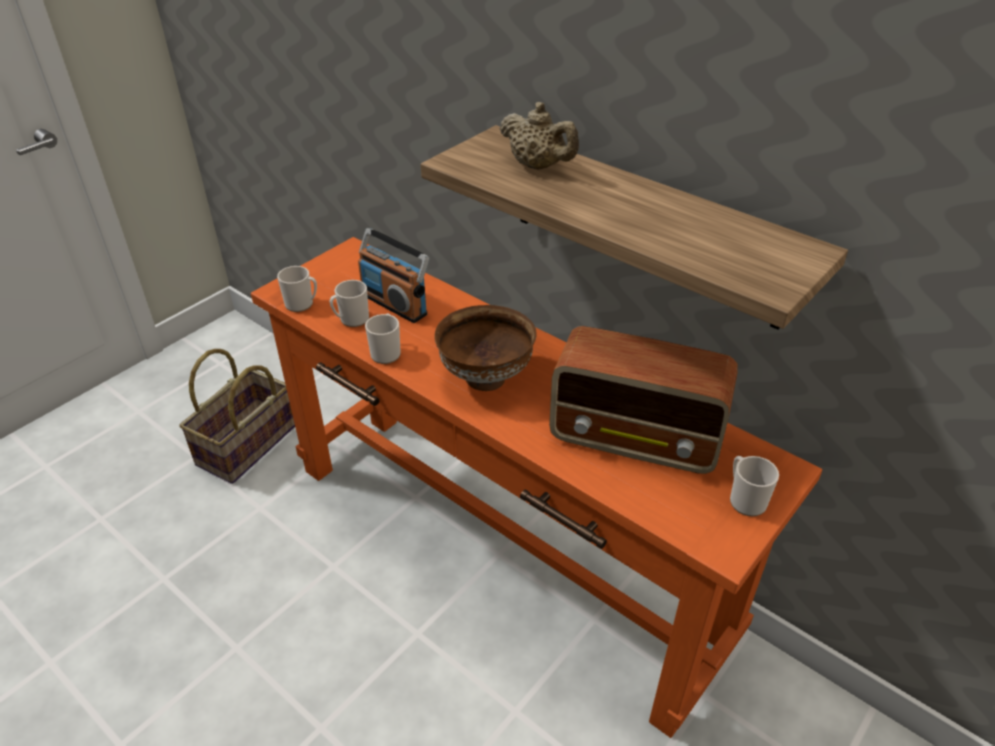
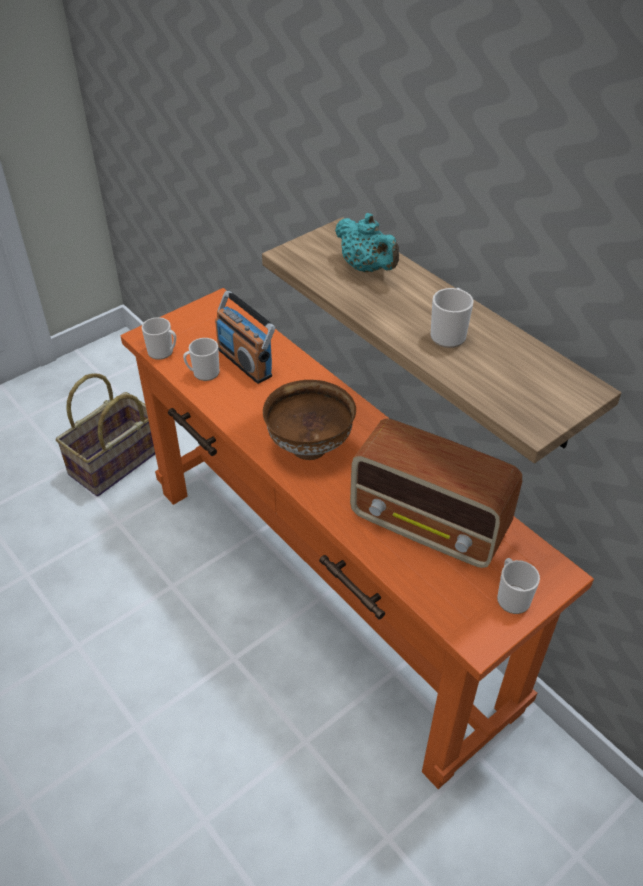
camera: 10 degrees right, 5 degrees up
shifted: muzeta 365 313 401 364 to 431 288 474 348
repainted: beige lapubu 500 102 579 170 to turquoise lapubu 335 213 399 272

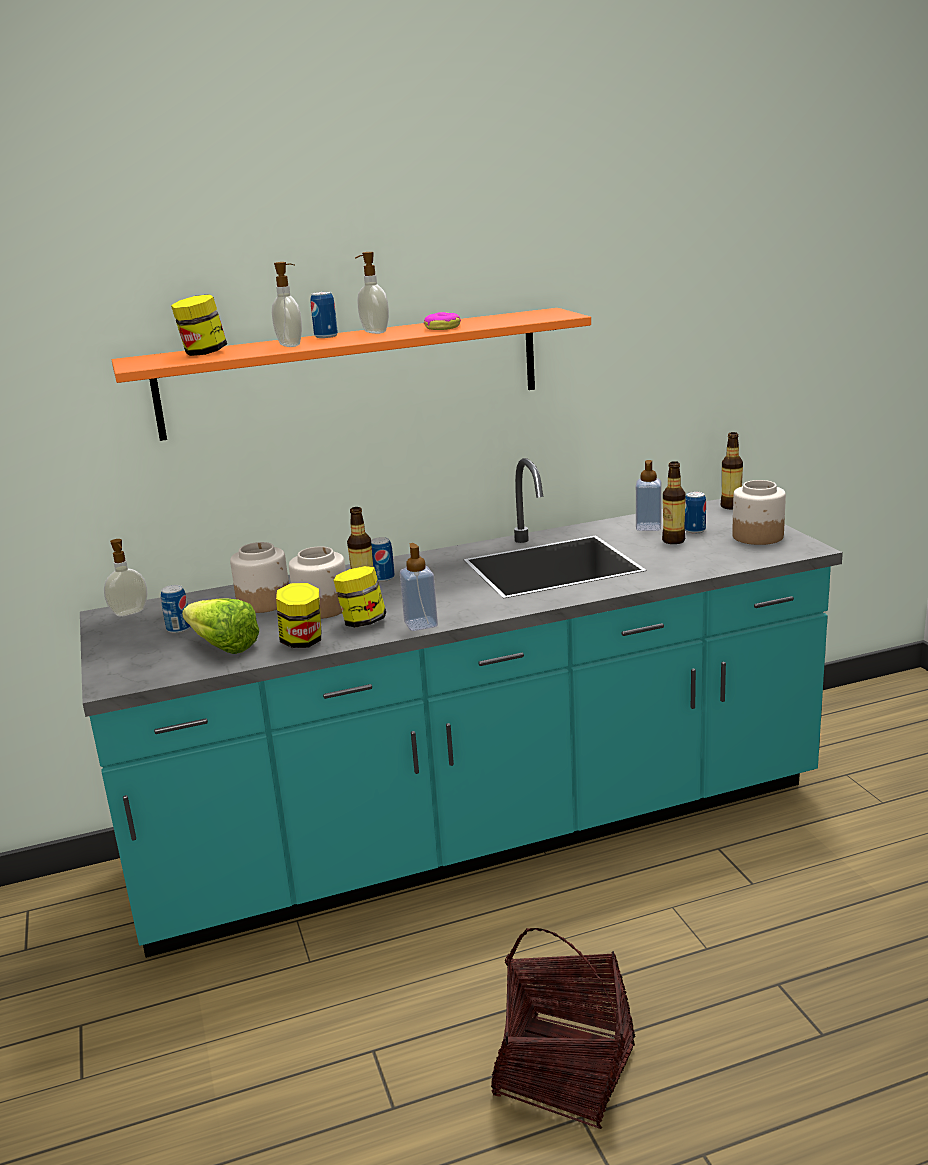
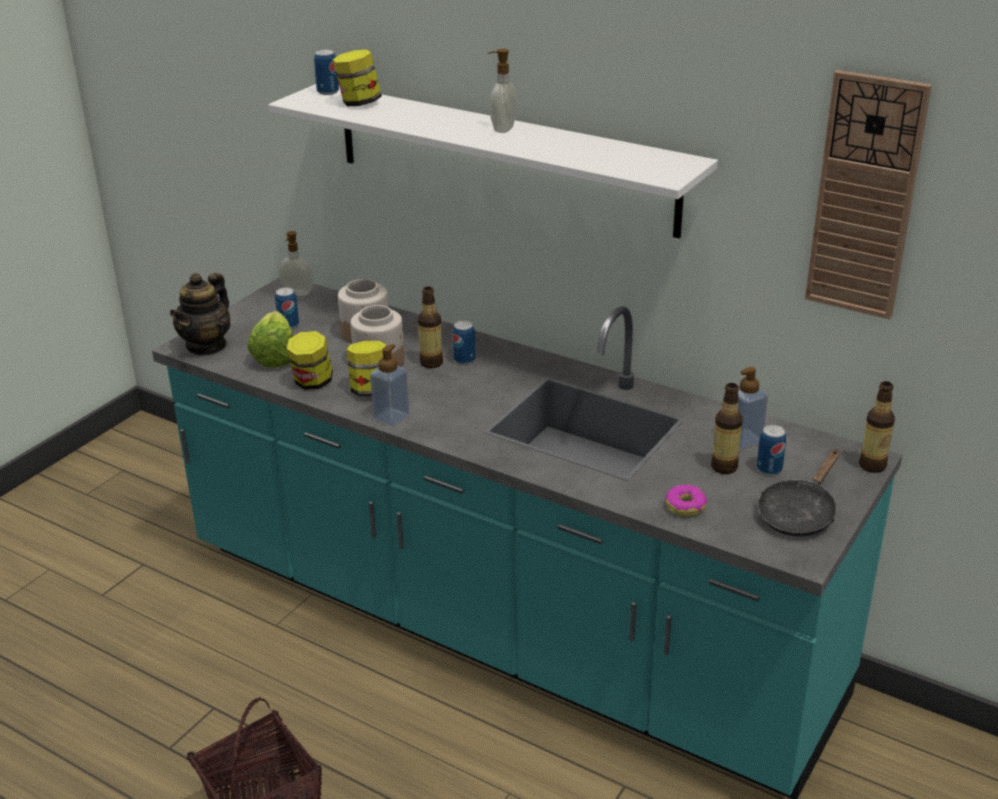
camera: 50 degrees right, 10 degrees up
gone: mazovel 272 262 302 347
new: lapubu 170 273 230 356; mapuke 805 70 932 320
shifted: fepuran 311 292 338 338 to 314 50 339 95; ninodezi 424 312 461 330 to 665 485 707 516
swapped: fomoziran 732 480 786 545 to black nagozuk 757 449 840 537
repainted: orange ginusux 112 308 591 441 to white ginusux 268 84 718 239

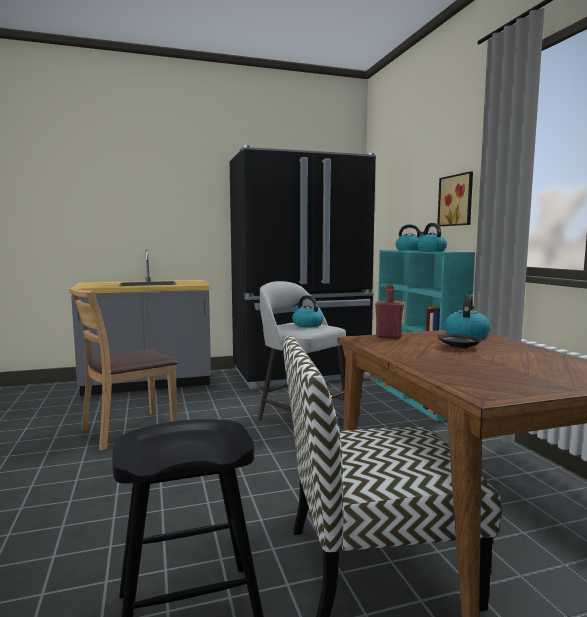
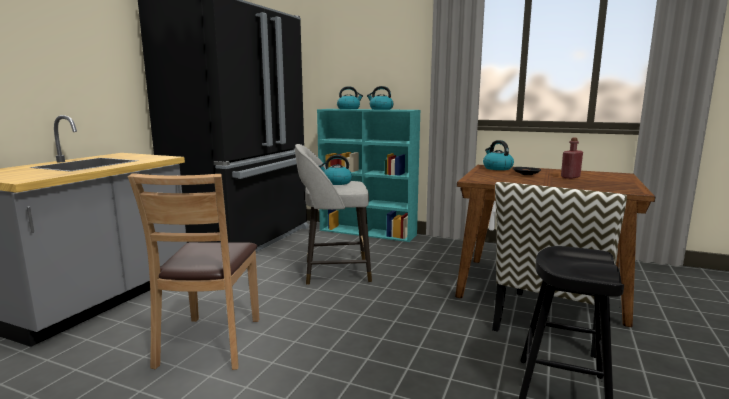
camera: 50 degrees left, 5 degrees up
gone: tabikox 437 171 473 226
shifted: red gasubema 375 284 404 338 to 561 138 583 179

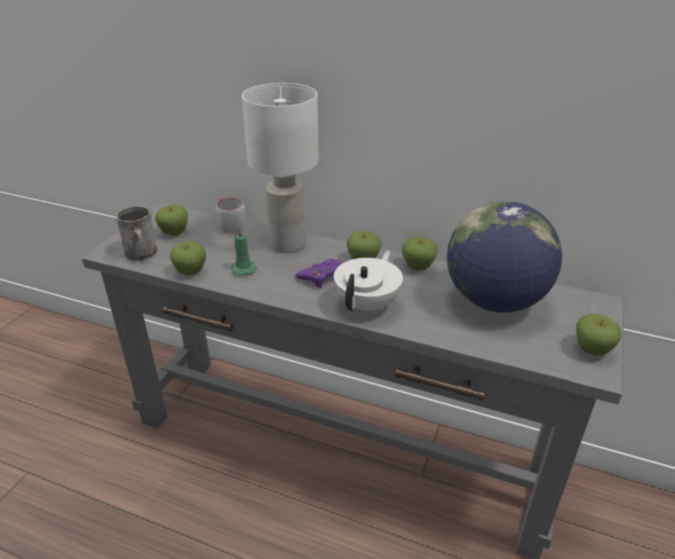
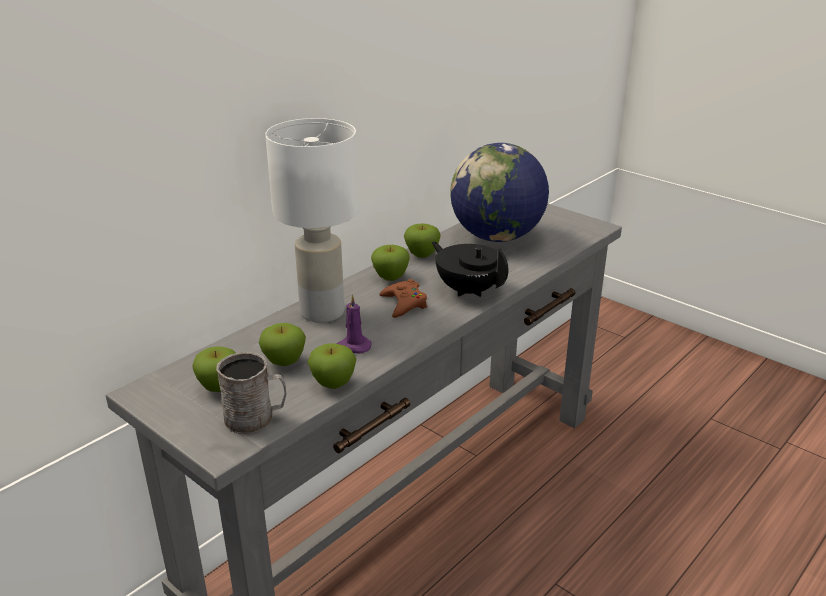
camera: 70 degrees left, 5 degrees down
gone: grey muzeta 216 198 245 233
shifted: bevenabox 576 314 621 356 to 259 323 306 366
repainted: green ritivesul 231 227 257 276 to purple ritivesul 336 294 372 354; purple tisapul 295 259 342 288 to brown tisapul 379 279 427 318; white lapubu 334 251 403 314 to black lapubu 431 242 508 297

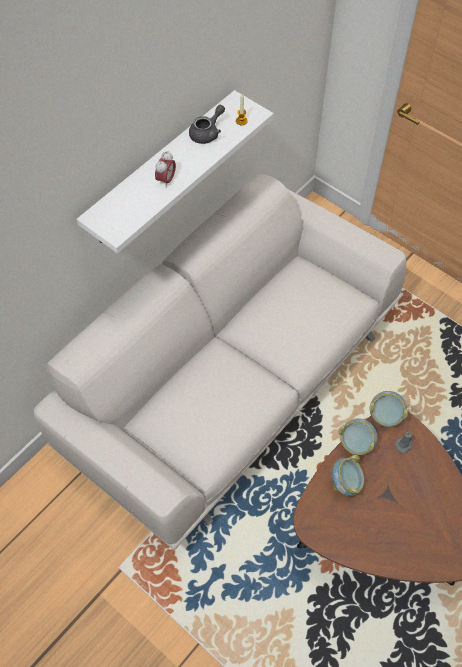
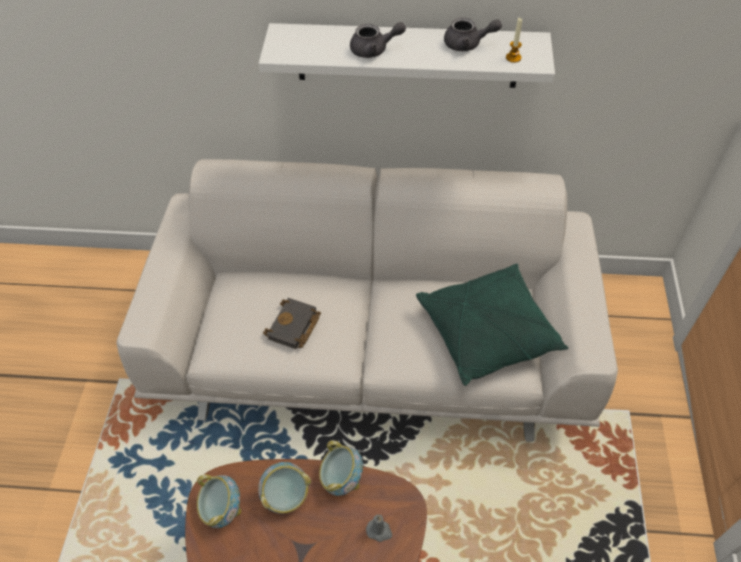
camera: 55 degrees right, 5 degrees down
new: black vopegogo 263 298 321 349; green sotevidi 416 264 568 386
shifted: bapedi 369 391 408 427 to 197 474 241 528
swapped: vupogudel 155 152 176 188 to grey lapubu 350 22 406 58

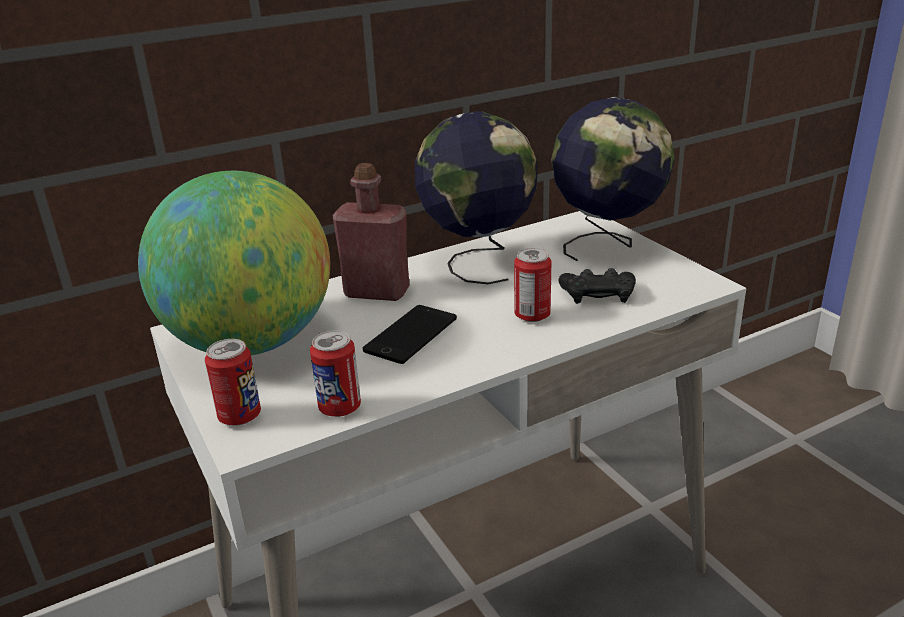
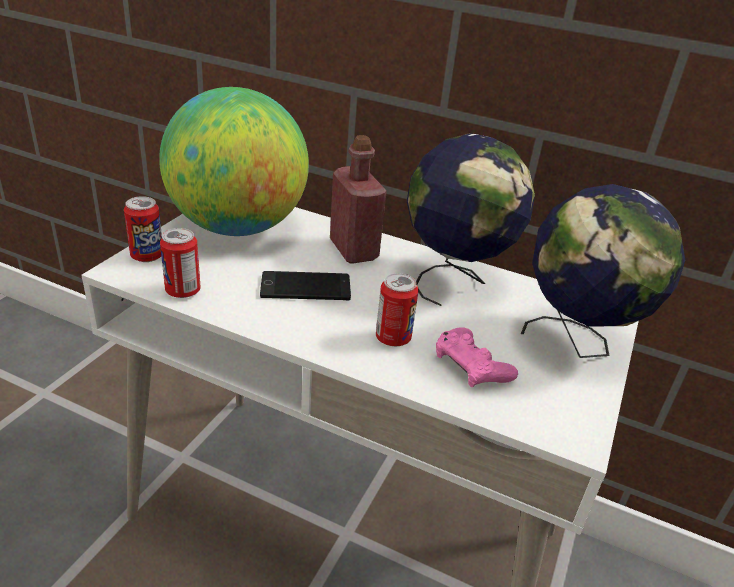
camera: 50 degrees right, 5 degrees up
repainted: black tisapul 559 268 636 304 to pink tisapul 436 327 518 387

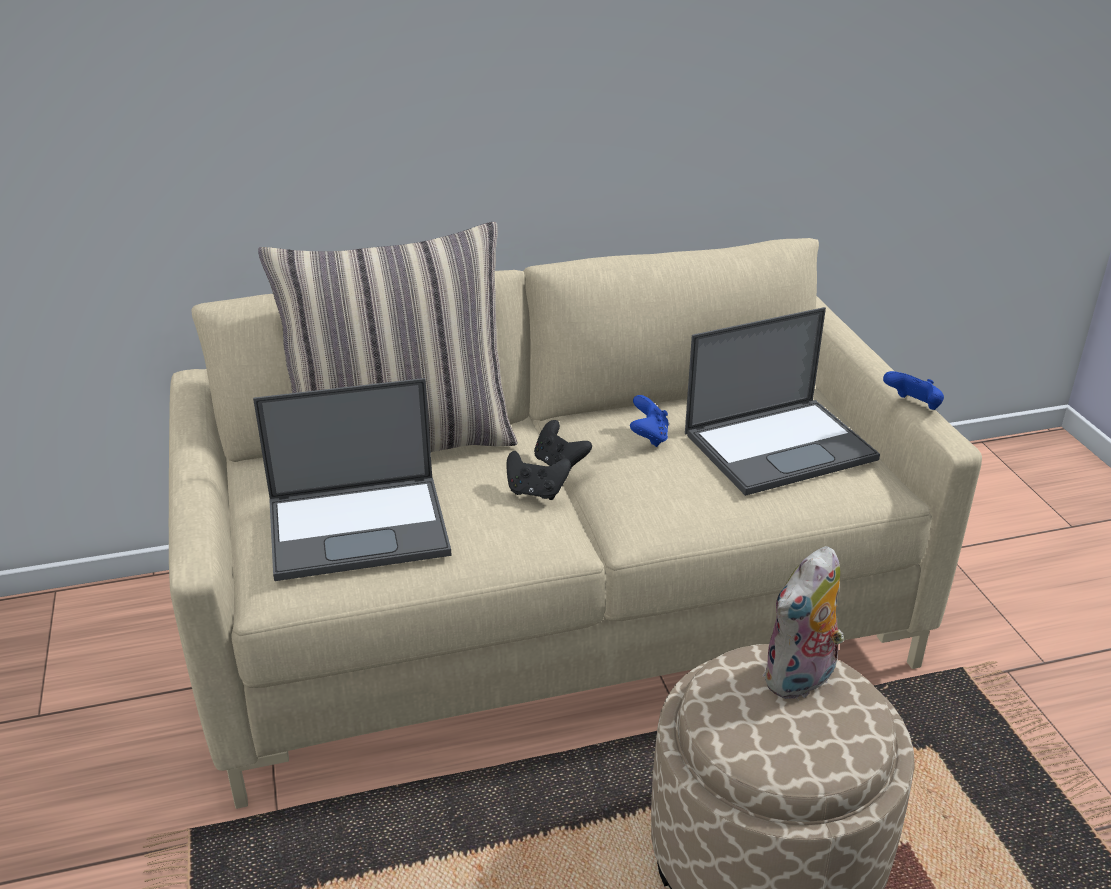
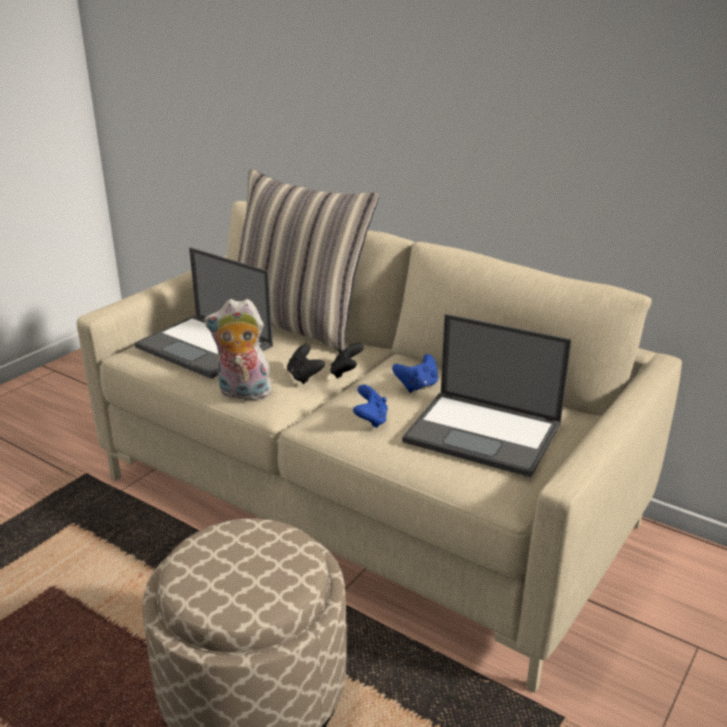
camera: 50 degrees right, 5 degrees down
shifted: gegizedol 763 546 844 700 to 204 299 276 400; blue tisapul 883 371 944 410 to 353 385 388 428

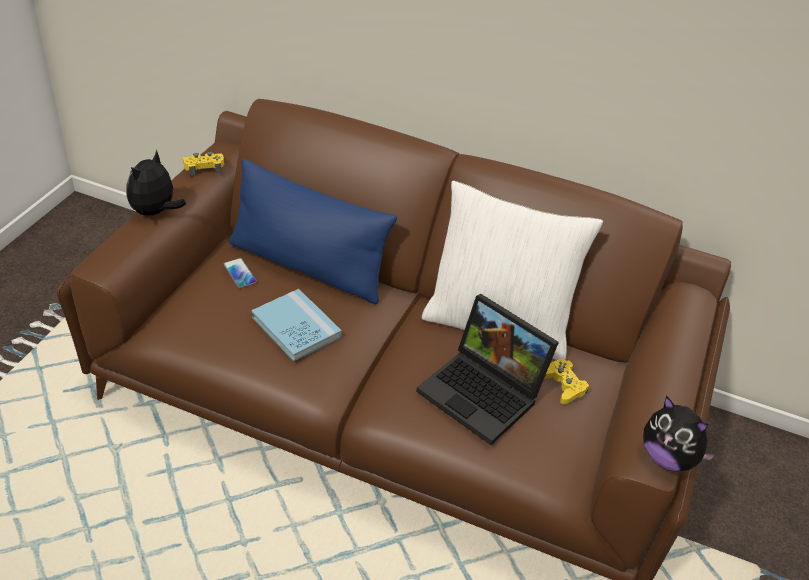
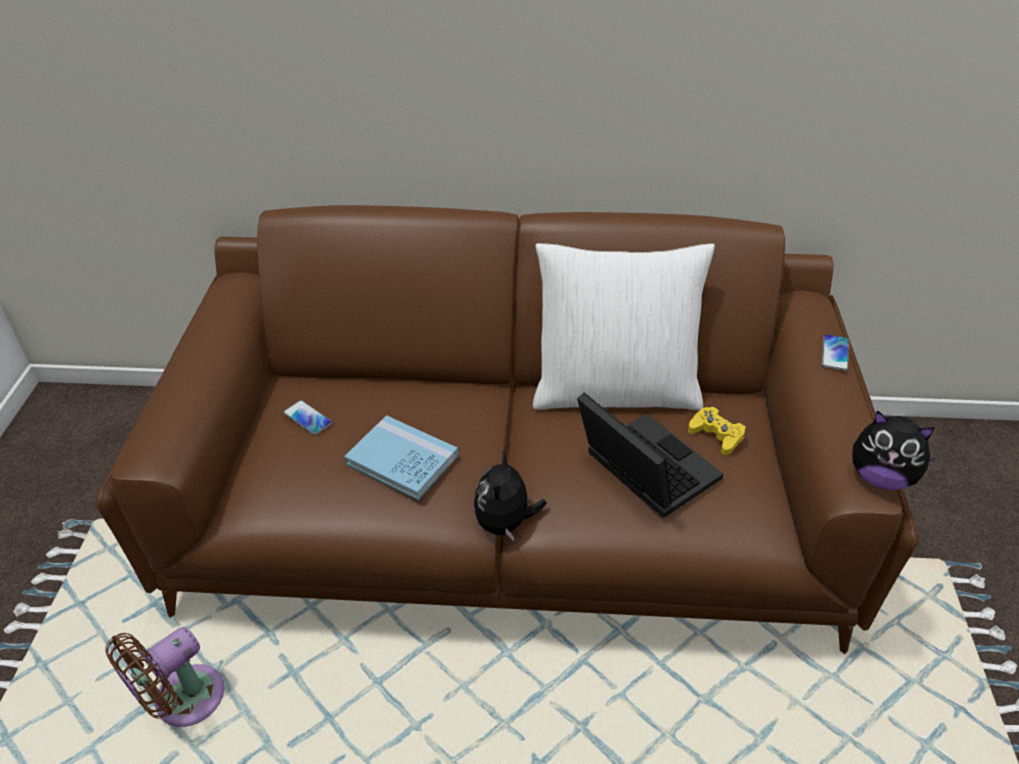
camera: 15 degrees left, 0 degrees up
gone: yellow tisapul 182 152 224 176; blue sotevidi 229 159 397 304
new: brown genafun 105 627 224 727; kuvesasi 822 334 849 371
shifted: gegizedol 126 150 186 216 to 474 450 547 541
rotated: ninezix 416 294 559 445 = 577 392 723 518 150 degrees counterclockwise

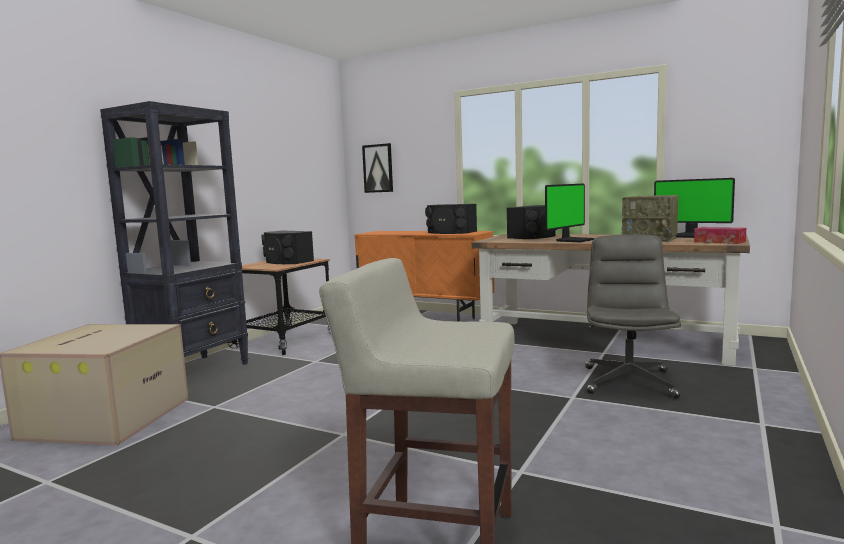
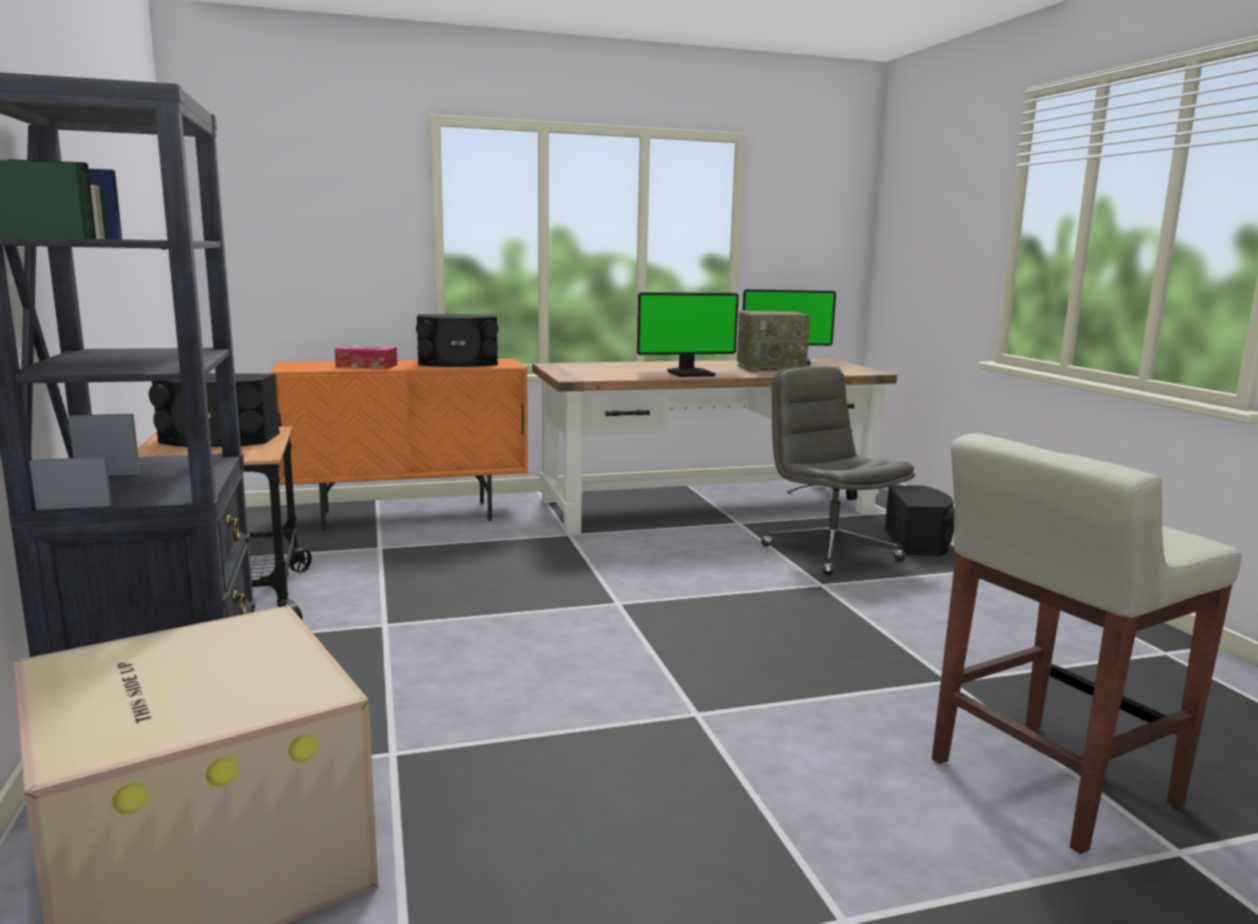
camera: 45 degrees left, 5 degrees up
gone: tabikox 362 143 393 193
shifted: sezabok 694 227 746 244 to 335 346 397 369; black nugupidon 507 205 557 239 to 885 485 954 556
rotated: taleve 545 184 594 242 = 637 292 739 377 75 degrees clockwise

